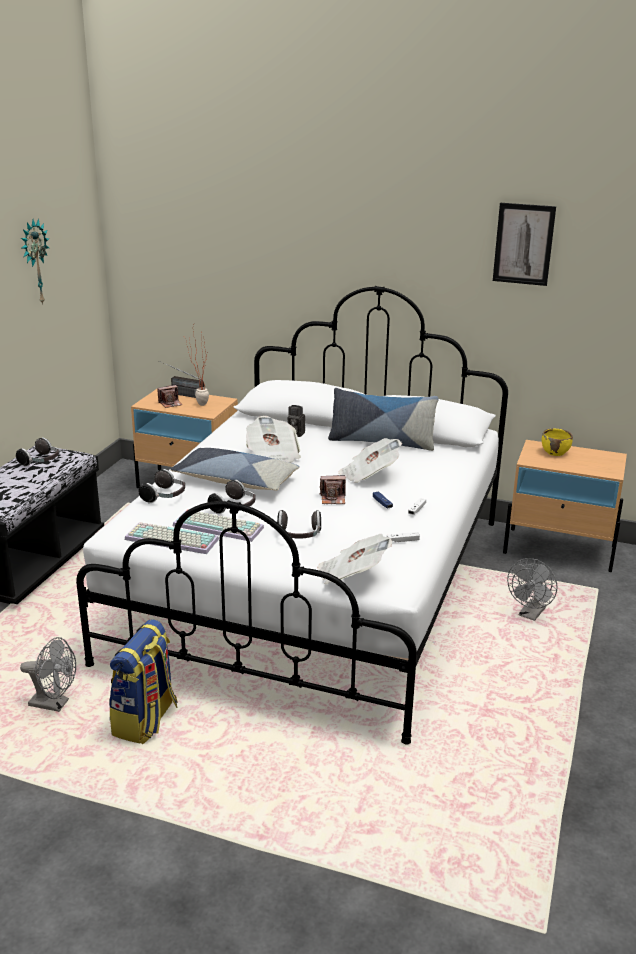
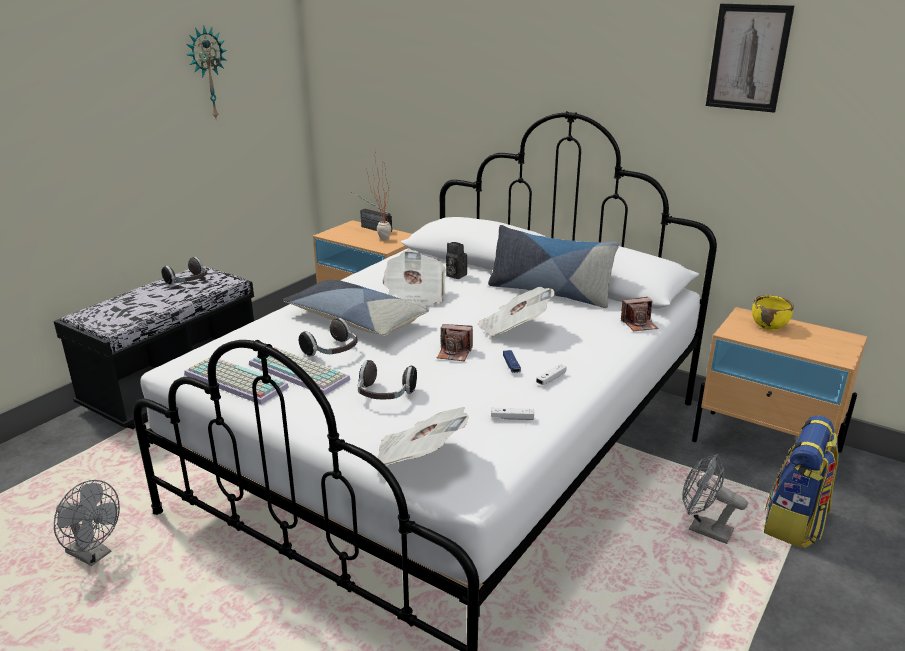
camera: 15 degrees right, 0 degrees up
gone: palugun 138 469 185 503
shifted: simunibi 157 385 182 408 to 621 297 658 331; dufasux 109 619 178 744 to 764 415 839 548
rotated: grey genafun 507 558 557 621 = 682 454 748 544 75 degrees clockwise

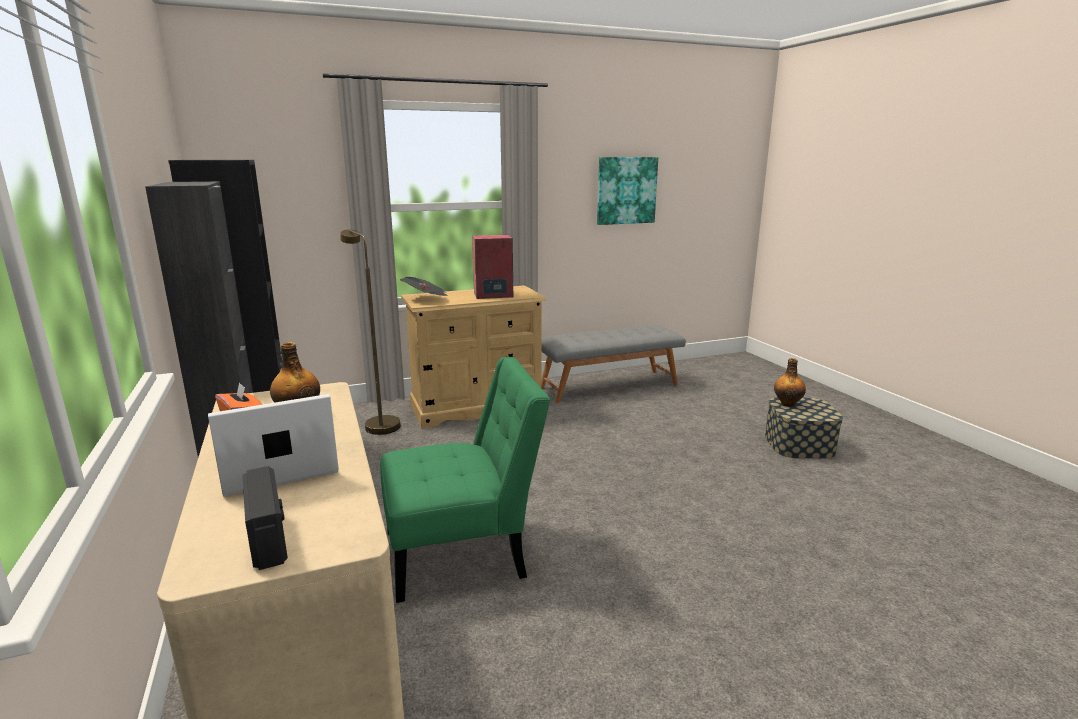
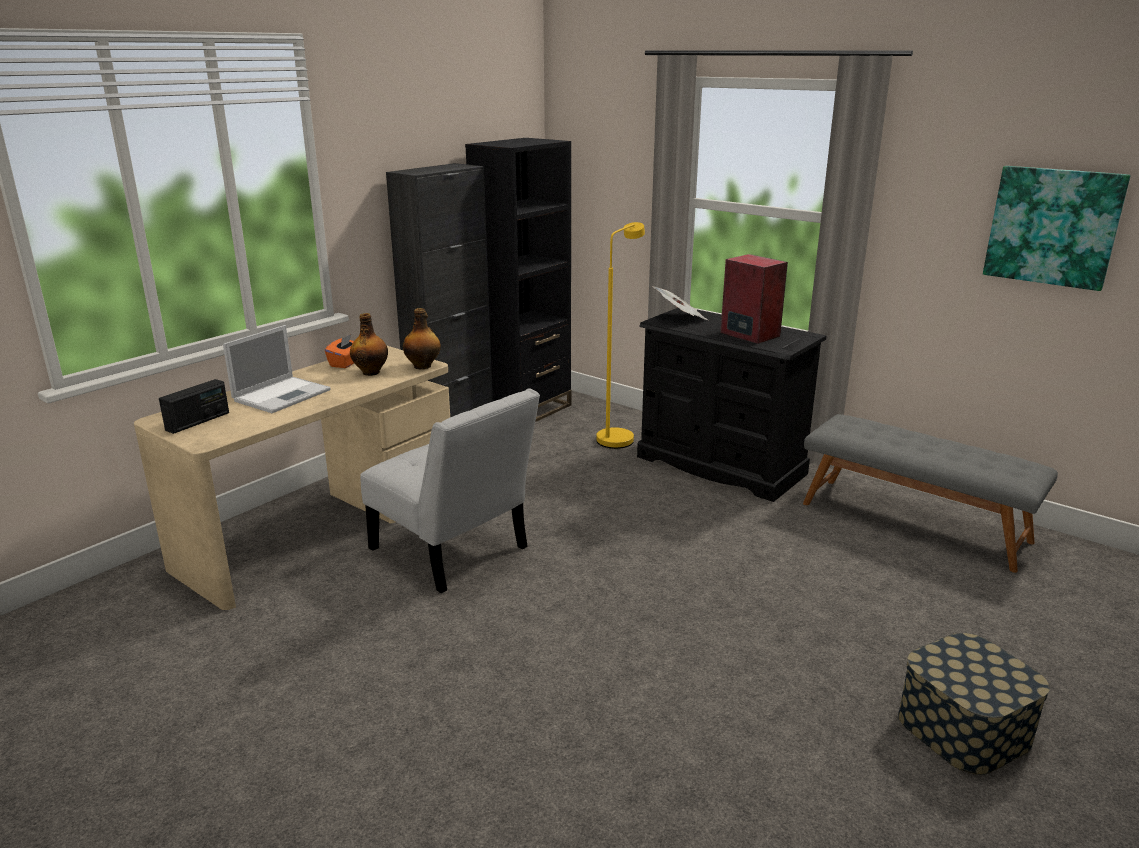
camera: 60 degrees right, 5 degrees up
shifted: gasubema 774 358 806 407 to 403 308 441 369
repainted: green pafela 380 357 551 603 to white pafela 360 388 540 593; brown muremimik 340 229 400 435 to yellow muremimik 596 222 645 449; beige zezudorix 401 285 546 428 to black zezudorix 637 308 827 502
rotated: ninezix 208 394 339 497 = 223 325 331 413 90 degrees clockwise

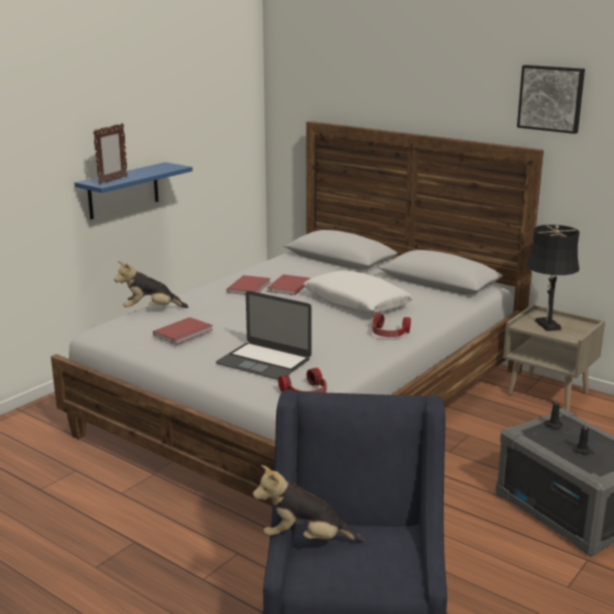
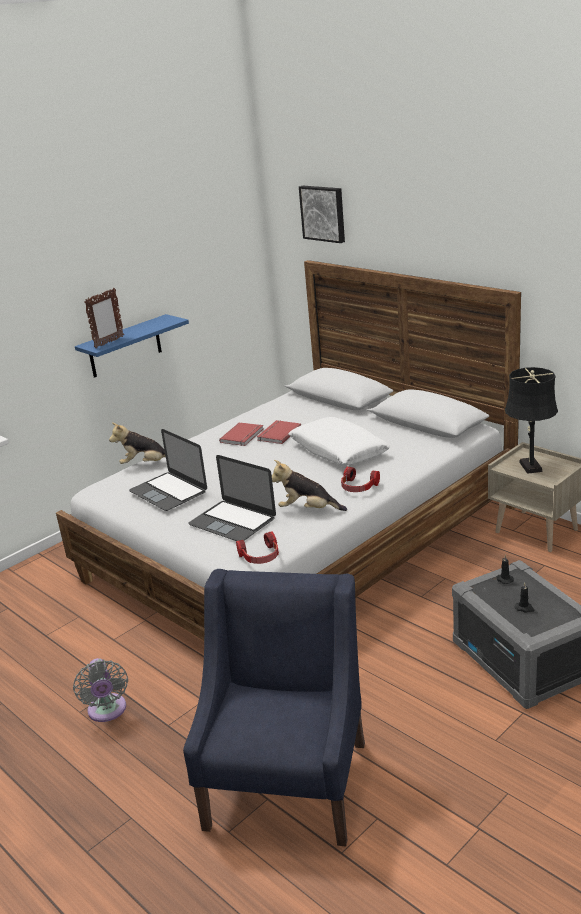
camera: 10 degrees right, 5 degrees up
new: grey genafun 73 658 128 722
shifted: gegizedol 253 465 365 542 to 272 460 347 511; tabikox 517 65 585 134 to 299 186 345 243
swapped: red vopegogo 153 317 213 345 to ninezix 129 429 207 511

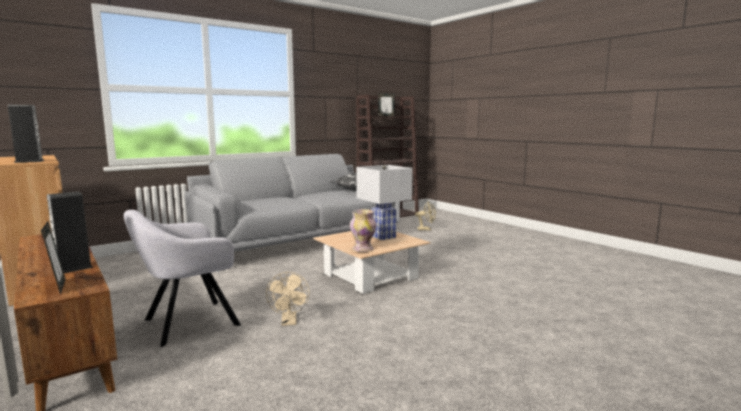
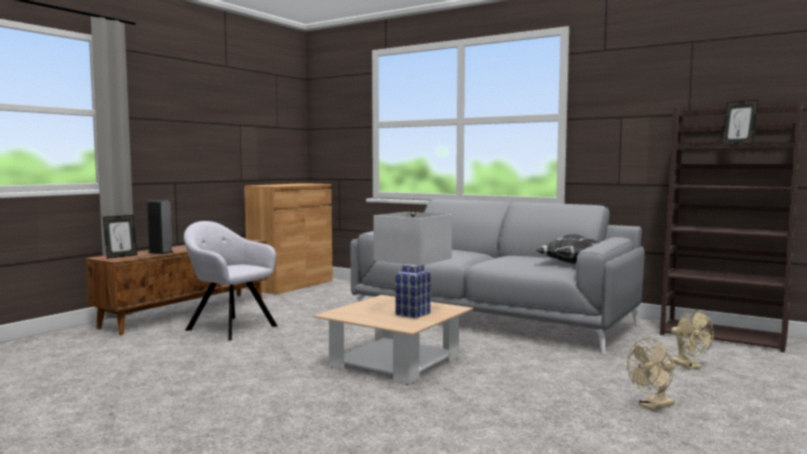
camera: 70 degrees right, 5 degrees down
gone: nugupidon 8 105 45 163; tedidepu 350 209 376 252
shifted: beige genafun 266 272 310 326 to 627 338 675 411

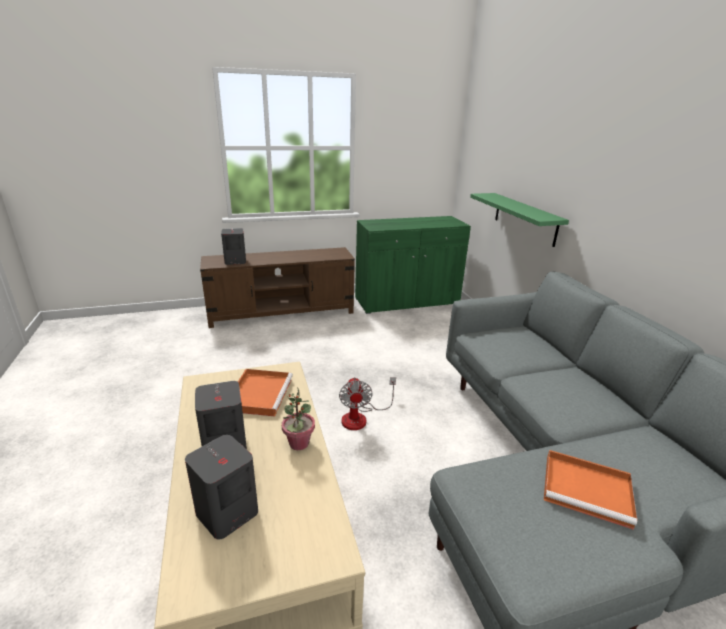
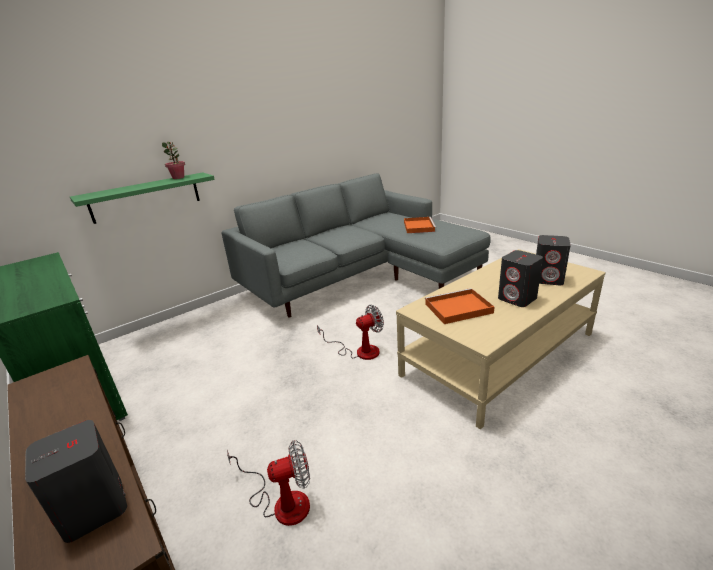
camera: 110 degrees left, 0 degrees up
new: genafun 227 440 310 526
shifted: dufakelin 282 387 315 450 to 162 142 185 179

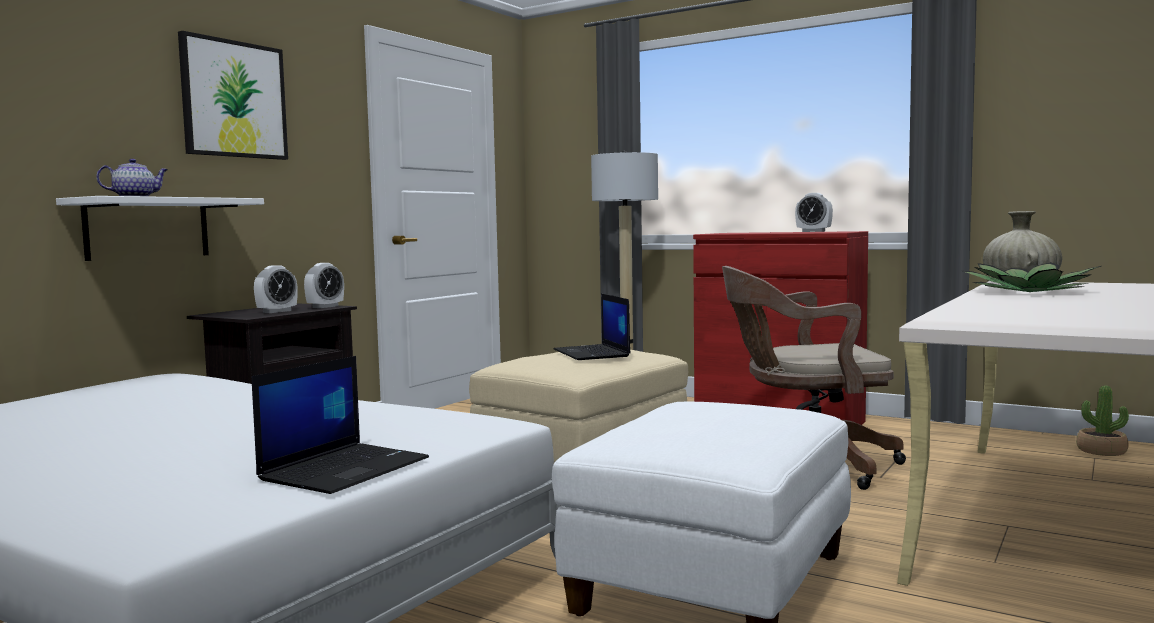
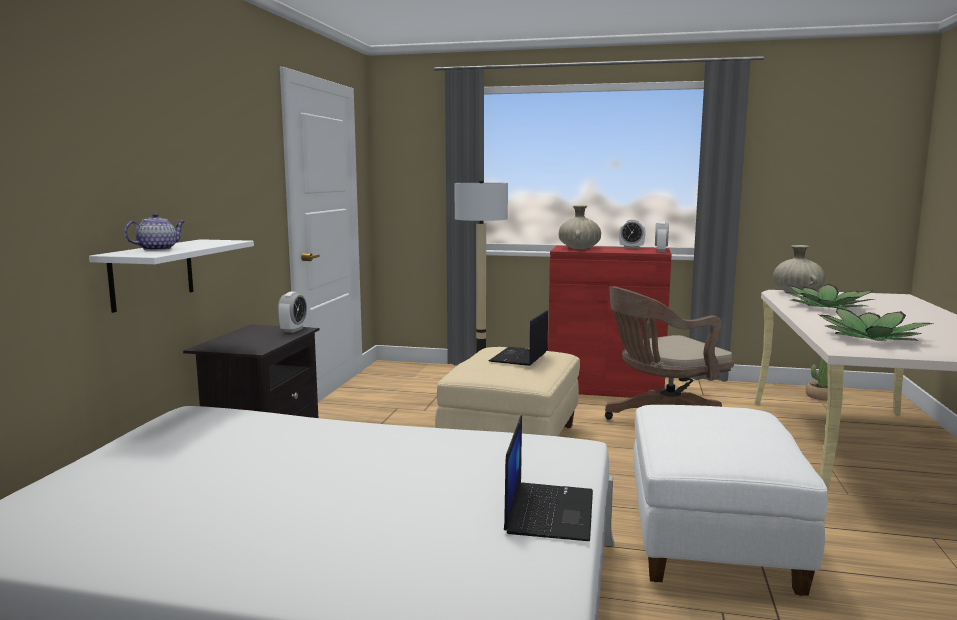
camera: 20 degrees left, 5 degrees up
gone: tabikox 178 31 288 160
new: beige tedidepu 559 205 601 249; dufakelin 819 307 934 341
shifted: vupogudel 254 265 298 313 to 655 221 669 252
rotated: ninezix 554 294 631 360 = 489 310 548 366 60 degrees clockwise

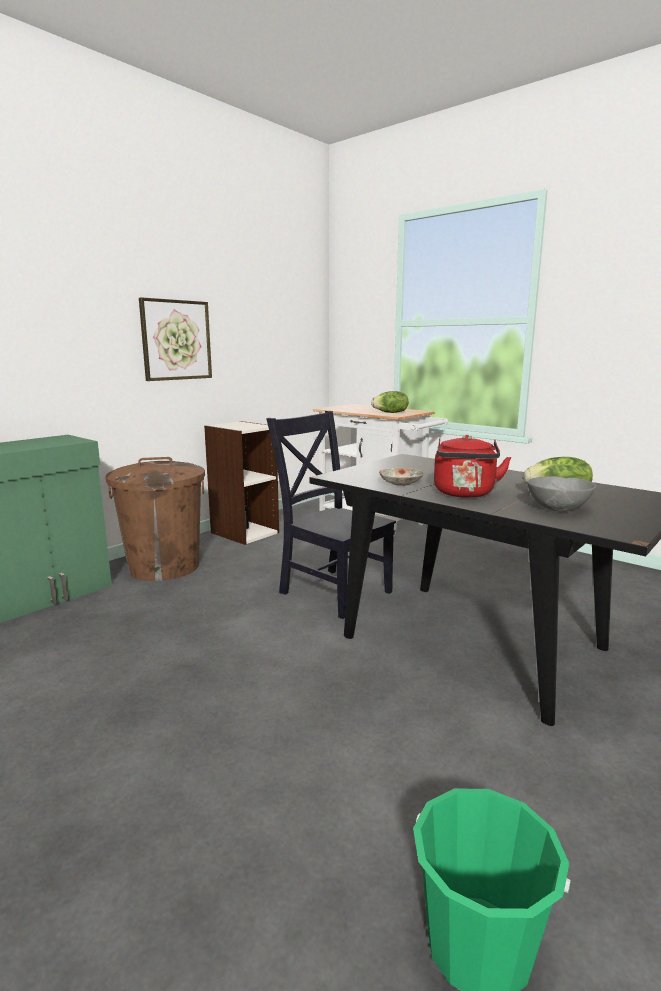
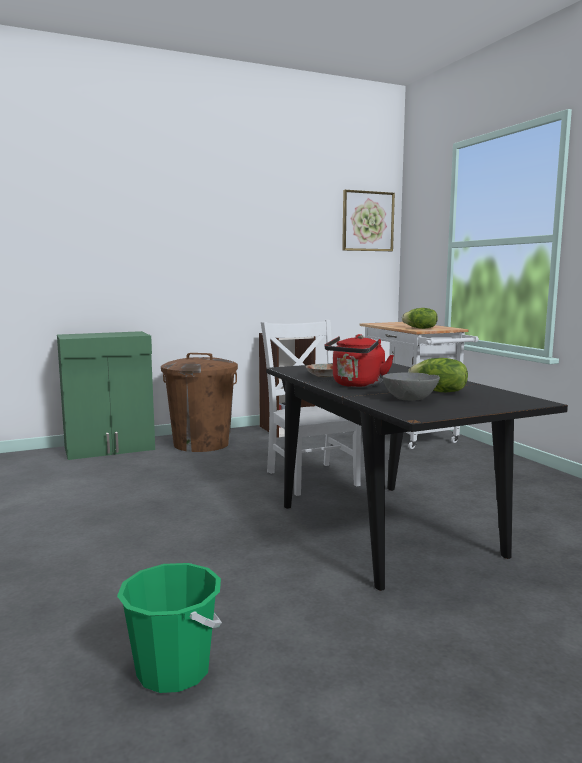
camera: 25 degrees right, 5 degrees down
shifted: tabikox 139 297 212 381 to 342 190 395 251
repainted: black pafela 266 410 396 619 to white pafela 261 320 361 496

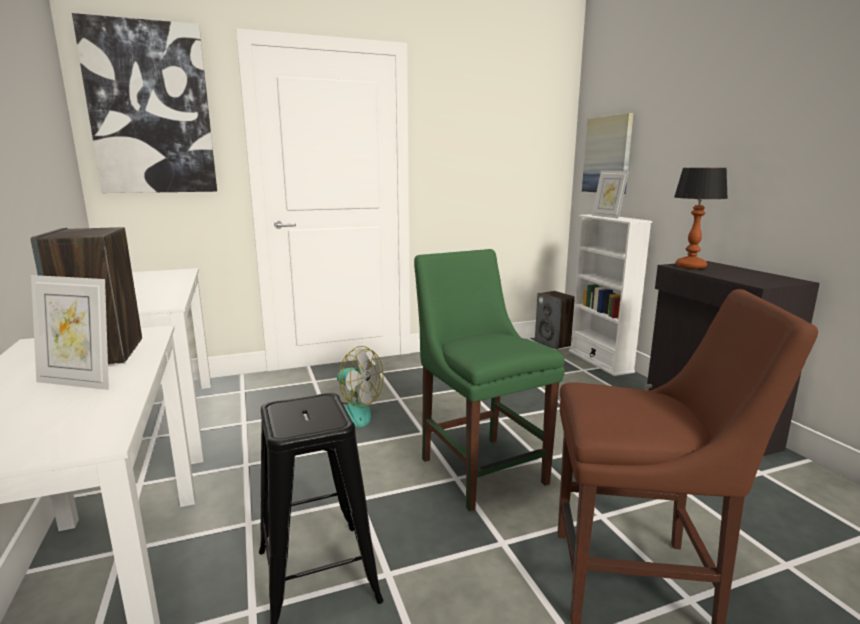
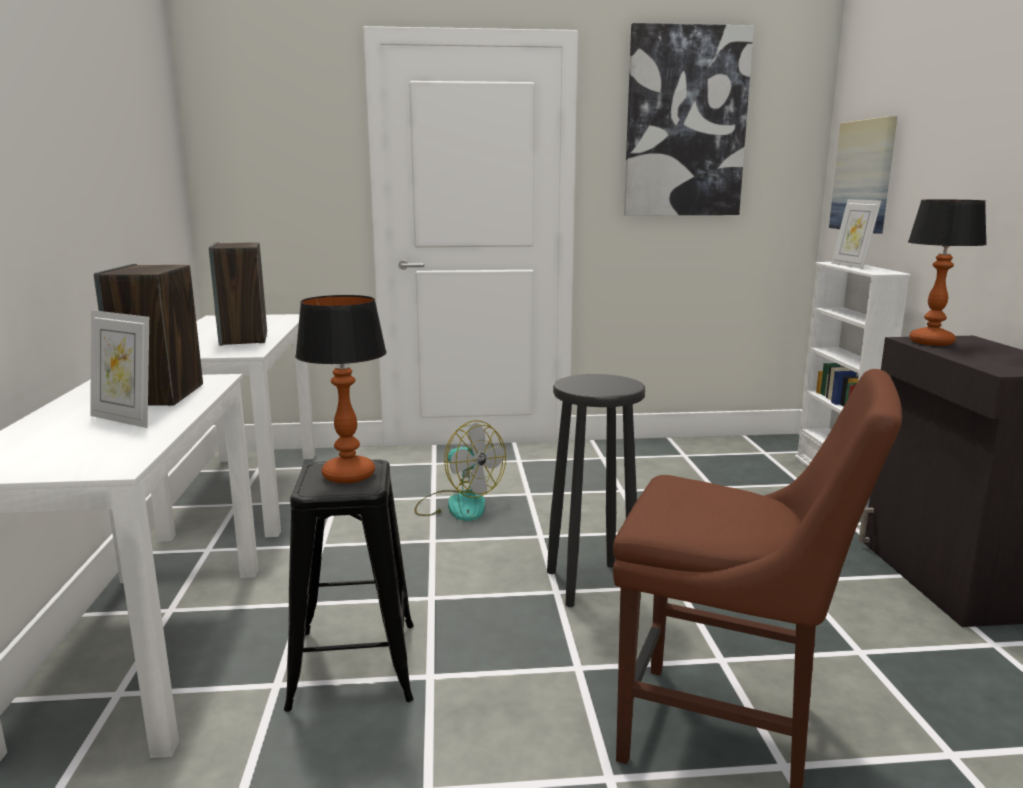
camera: 15 degrees right, 0 degrees up
new: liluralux 295 295 387 483
shifted: nugupidon 535 291 575 350 to 209 242 267 346; tabikox 72 13 217 193 to 624 23 754 216
swapped: green pafela 414 249 565 511 to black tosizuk 547 374 645 607

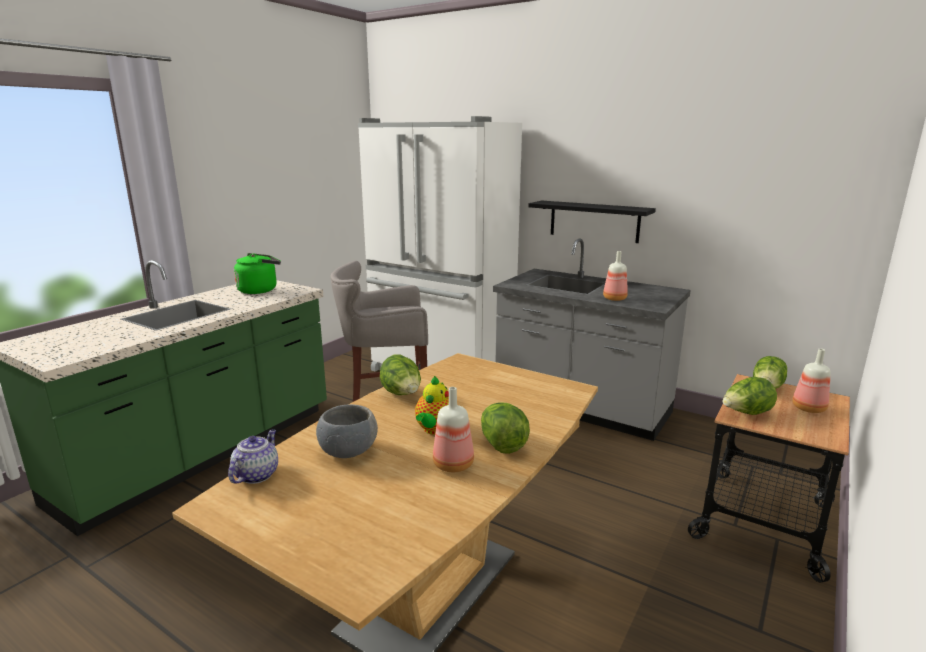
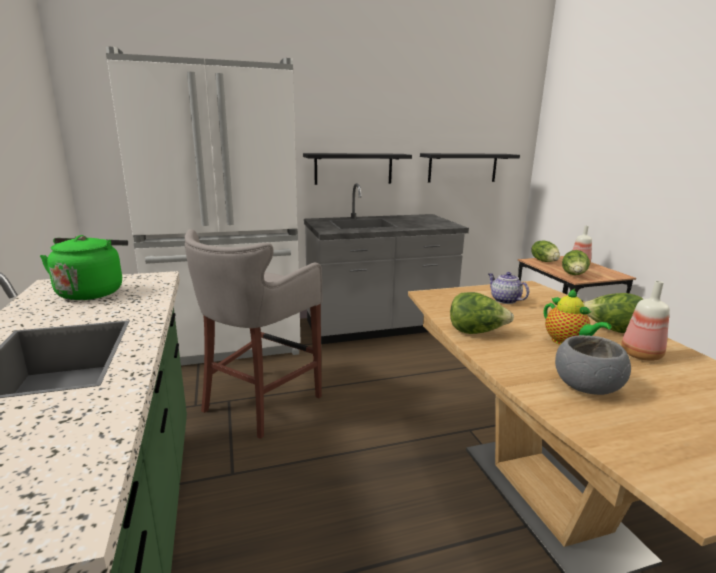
camera: 50 degrees left, 0 degrees up
gone: gasubema 603 251 628 301
new: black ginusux 420 153 520 183
shifted: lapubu 228 429 278 484 to 488 272 529 304

